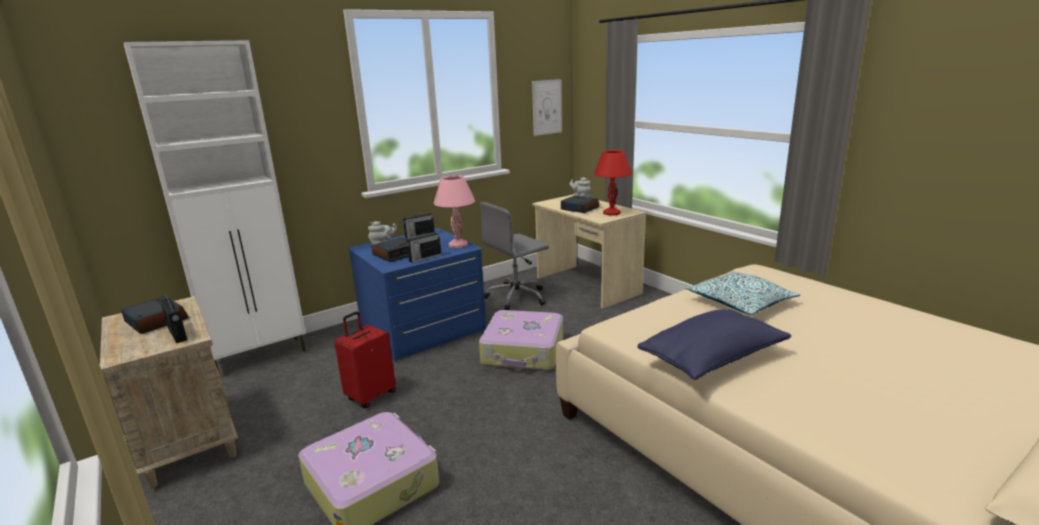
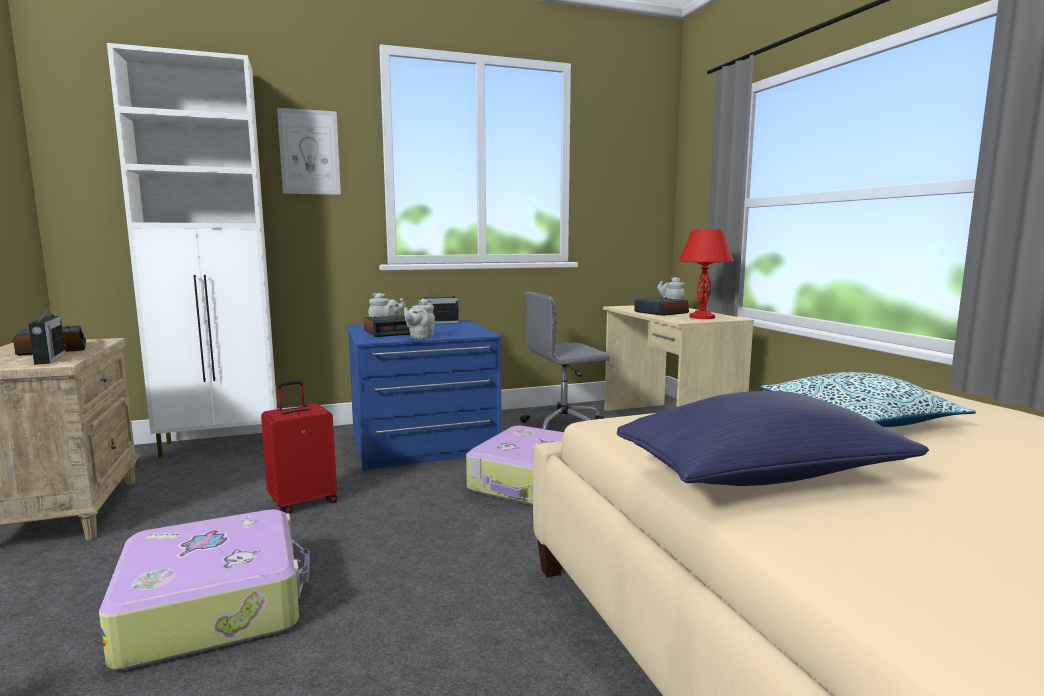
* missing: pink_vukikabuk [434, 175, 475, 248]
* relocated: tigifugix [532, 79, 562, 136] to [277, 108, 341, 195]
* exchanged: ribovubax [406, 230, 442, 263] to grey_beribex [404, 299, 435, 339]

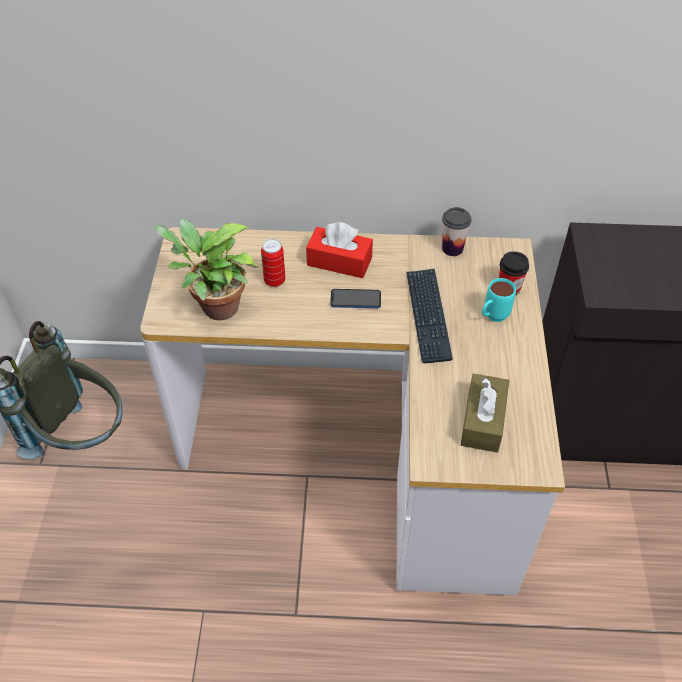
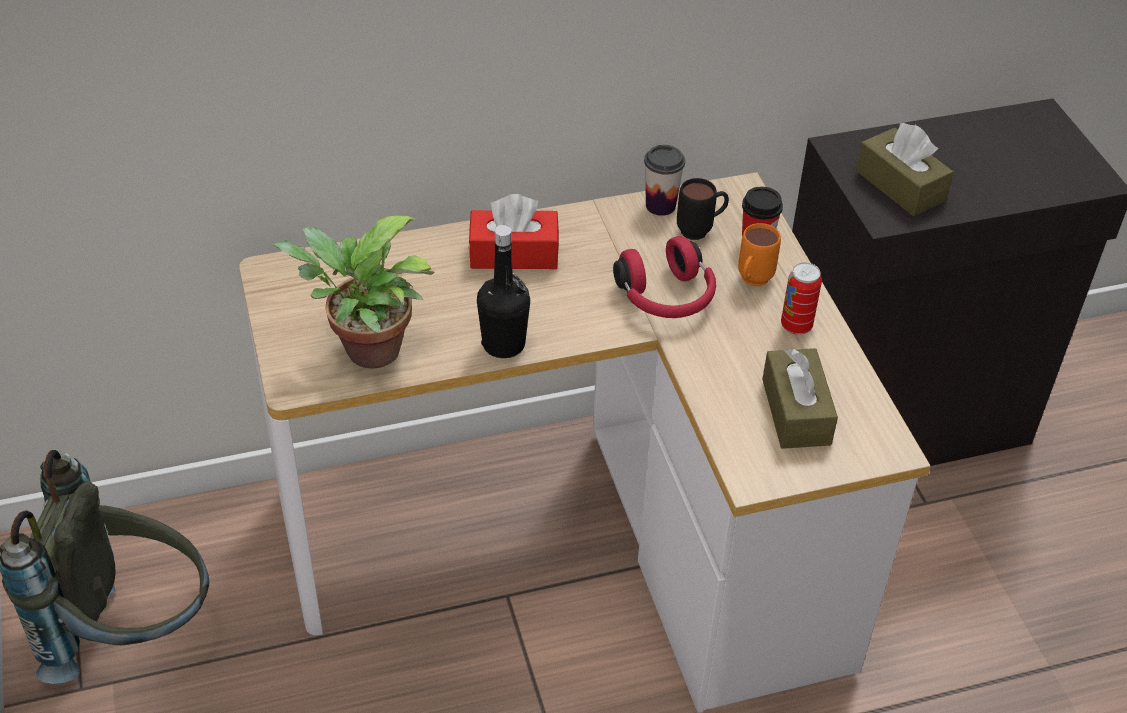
* missing: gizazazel [330, 289, 381, 308]
* appeared: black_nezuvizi [477, 225, 530, 358]
* appeared: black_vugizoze [677, 178, 729, 240]
* appeared: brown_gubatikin [856, 123, 954, 216]
* relocated: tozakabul [261, 239, 285, 287] to [781, 262, 822, 335]
* exchanged: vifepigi [406, 269, 453, 364] to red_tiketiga [613, 236, 716, 318]
* colour: turquoise_vugizoze [482, 278, 516, 322] to orange_vugizoze [738, 223, 781, 286]

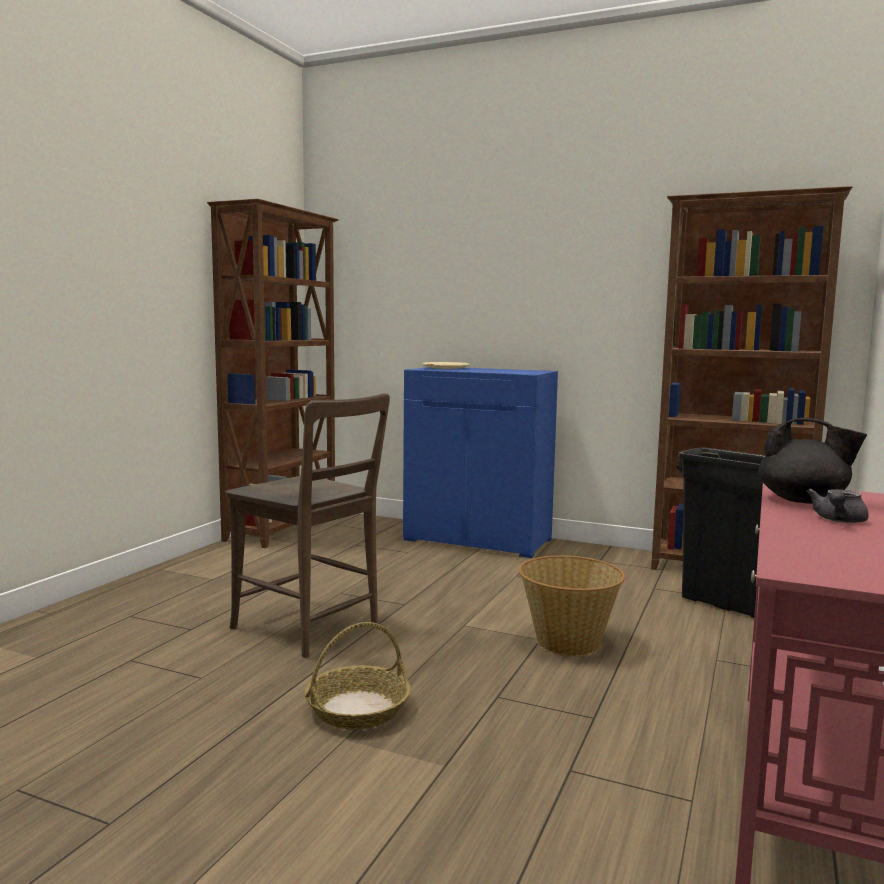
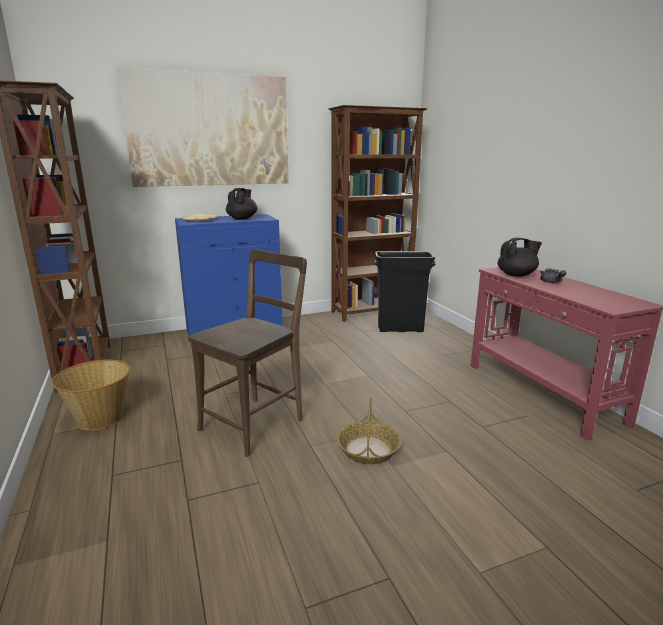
* appeared: tigifugix [117, 67, 289, 187]
* appeared: black_beribex [226, 188, 258, 220]
* relocated: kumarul [518, 556, 625, 656] to [52, 359, 131, 431]
* spun: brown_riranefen [226, 394, 390, 658] = [188, 249, 307, 457] 45 degrees counterclockwise

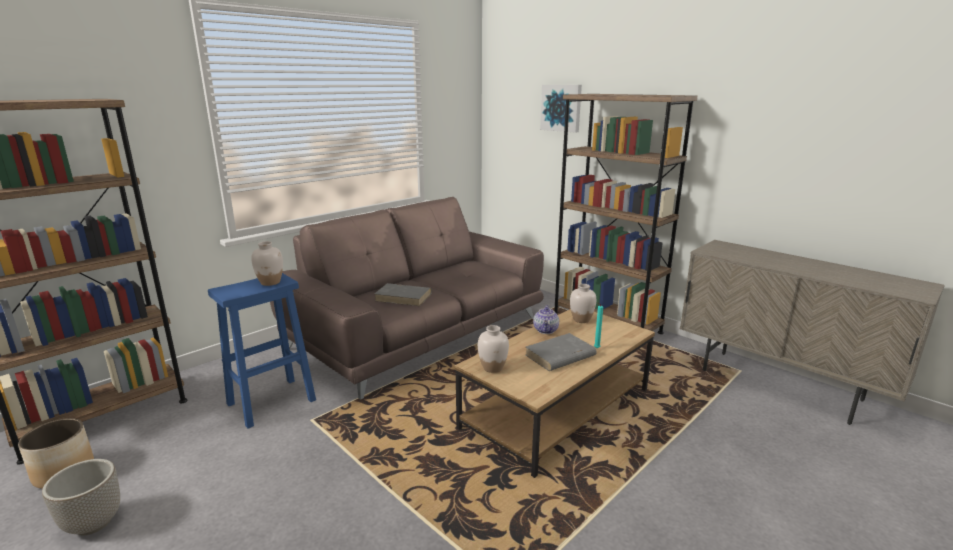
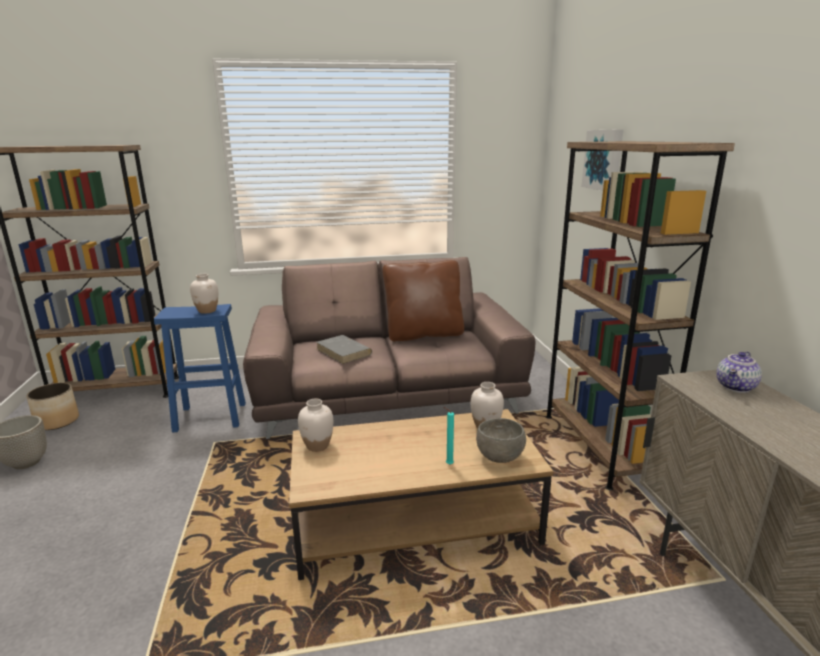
* missing: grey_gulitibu [526, 333, 597, 371]
* appeared: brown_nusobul [383, 260, 464, 341]
* appeared: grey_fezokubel [476, 418, 526, 463]
* relocated: beribex [533, 305, 559, 334] to [716, 352, 762, 393]

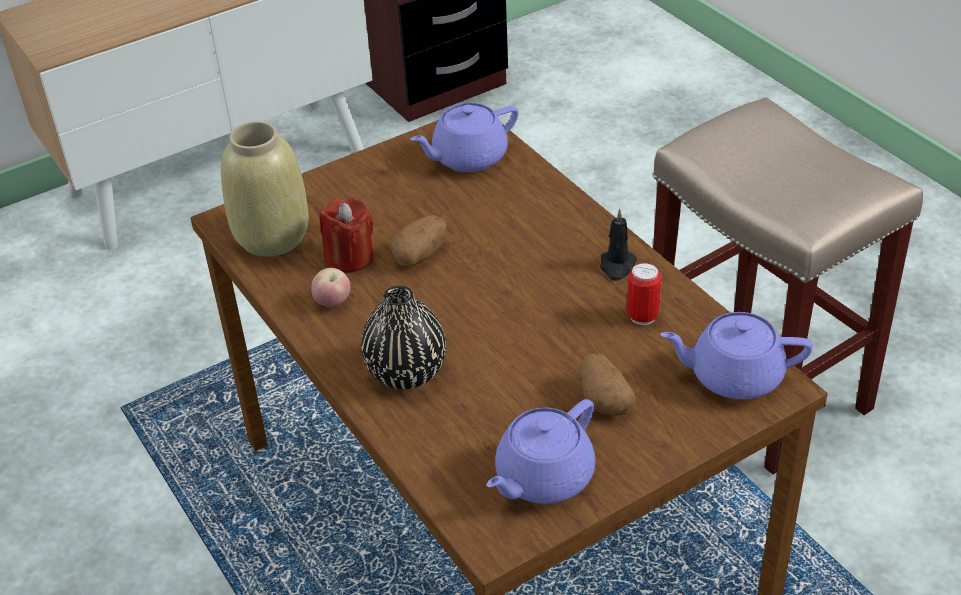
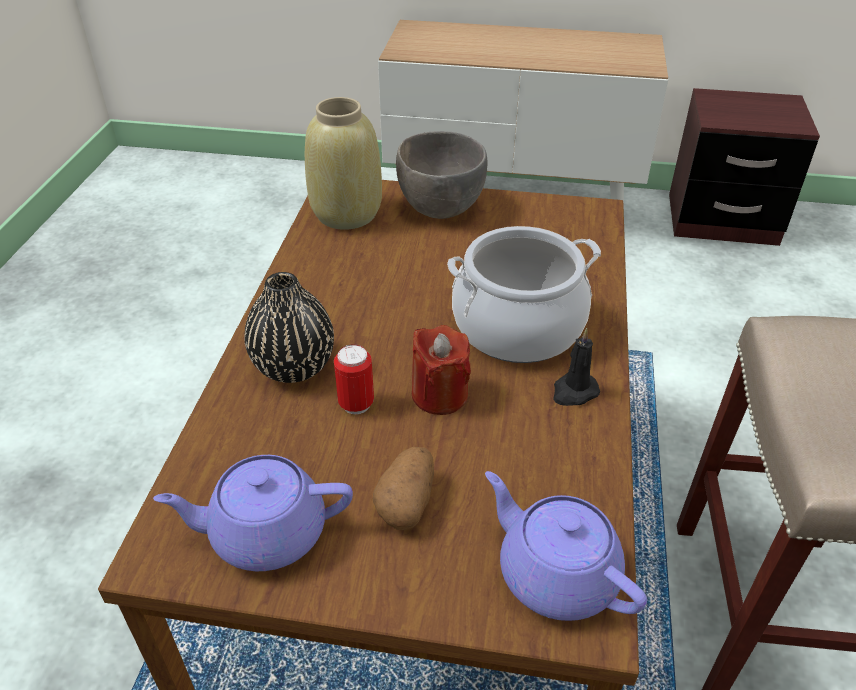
* missing: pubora [311, 268, 350, 307]
* missing: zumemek [391, 215, 447, 266]
* missing: purple_beribex [410, 103, 519, 172]
* appeared: grey_fezokubel [396, 131, 488, 219]
* appeared: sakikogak [447, 226, 601, 363]
* relocated: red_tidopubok [320, 197, 374, 273] to [412, 325, 471, 415]
* relocated: tozakabul [627, 263, 661, 325] to [334, 344, 374, 414]

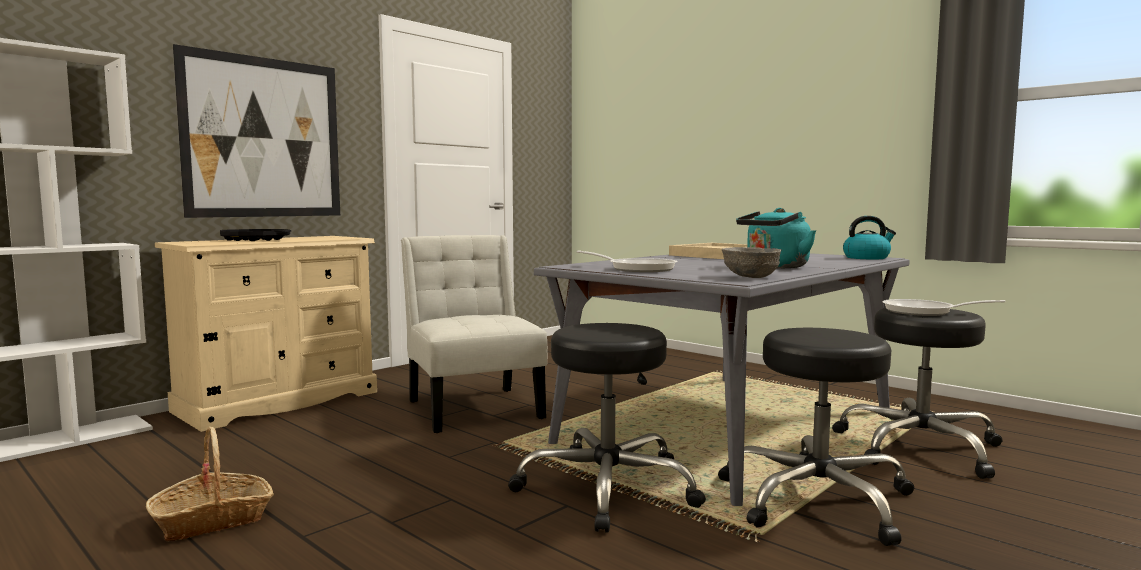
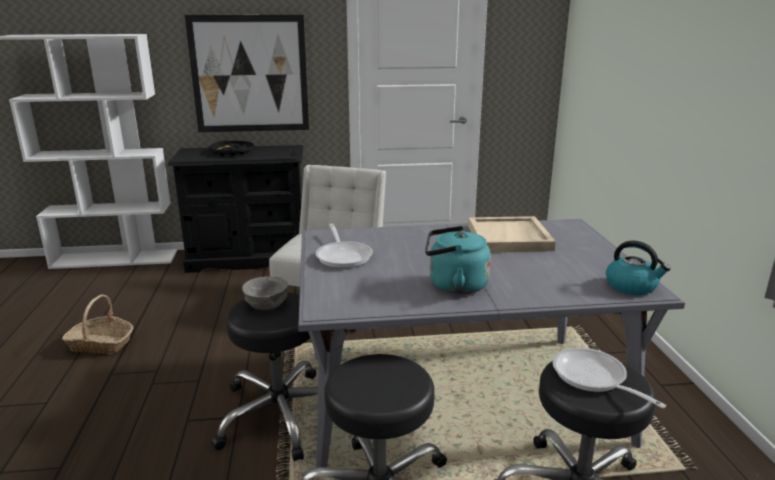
* relocated: grey_fezokubel [722, 247, 781, 278] to [242, 276, 288, 310]
* colour: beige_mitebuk [155, 236, 377, 432] to black_mitebuk [168, 145, 303, 273]

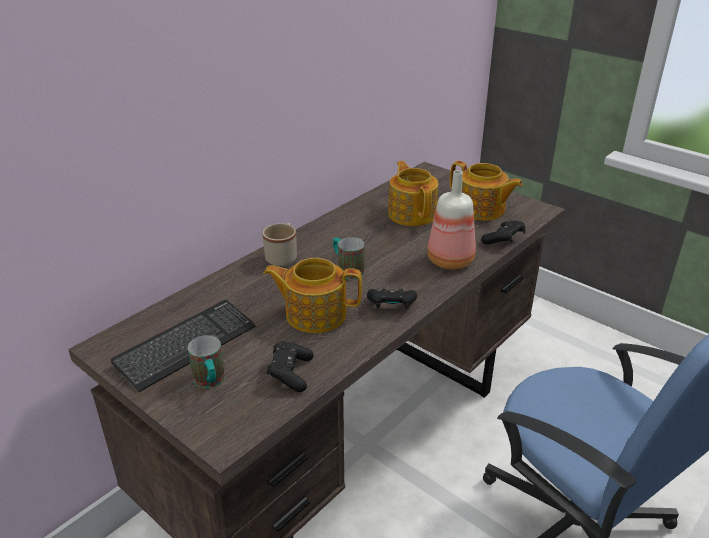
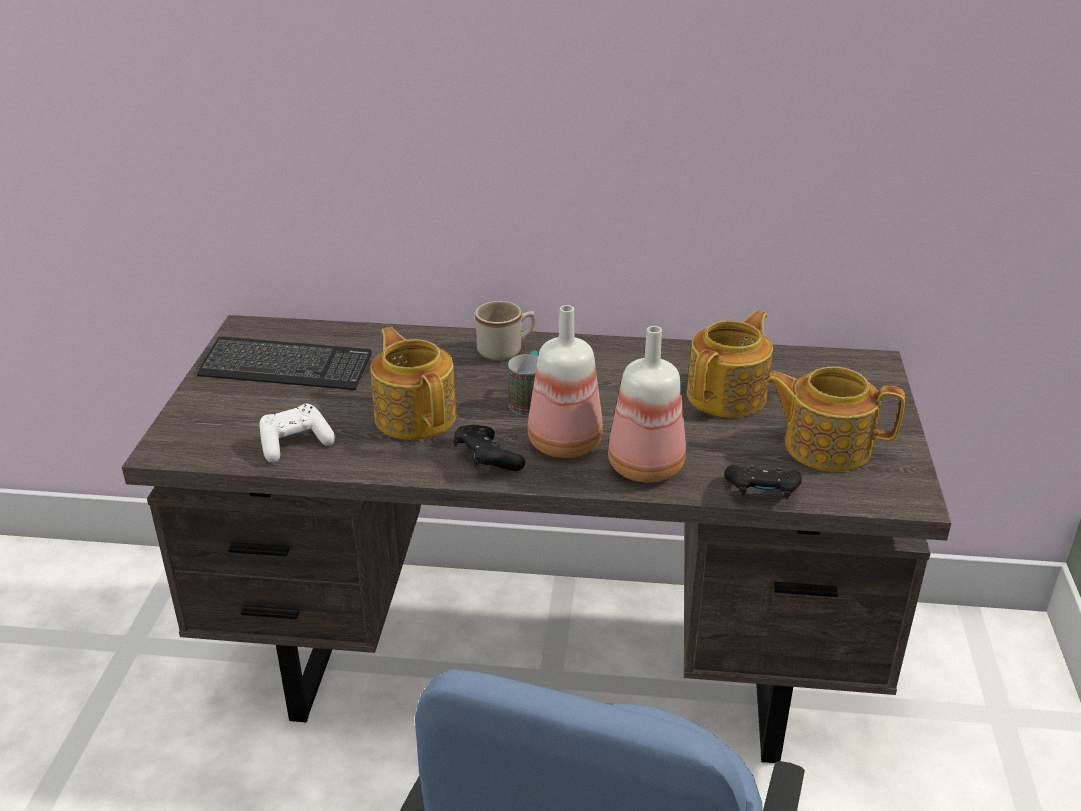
* missing: vugizoze [188, 335, 225, 388]
* appeared: nezuvizi [528, 305, 603, 458]
* colour: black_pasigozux [267, 341, 314, 392] to white_pasigozux [259, 404, 335, 463]
* spun: beribex [450, 161, 523, 221] = [764, 366, 905, 472] 105 degrees clockwise

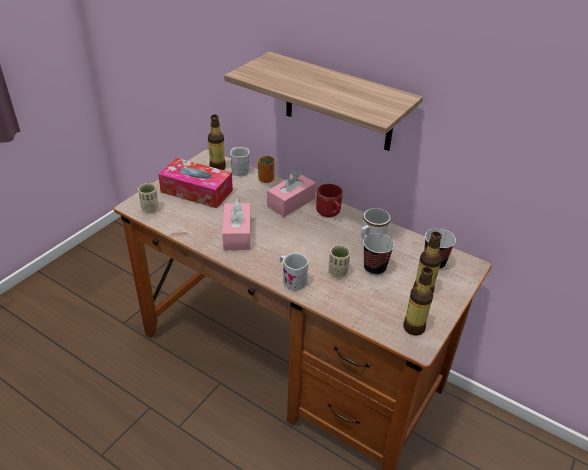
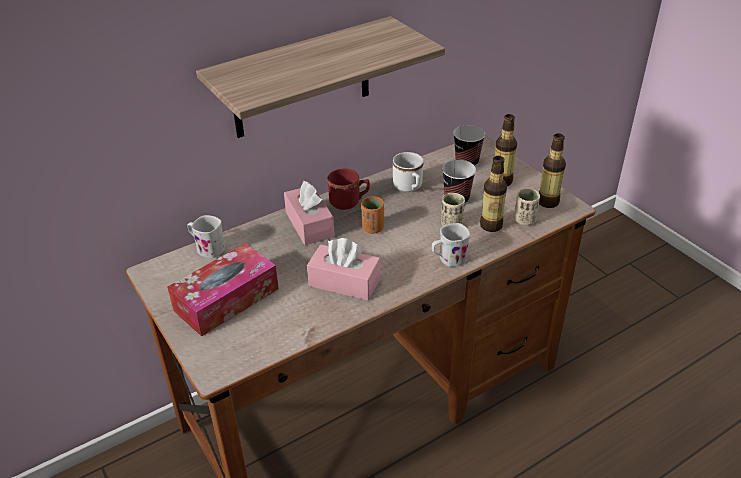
* relocated: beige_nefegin [138, 183, 159, 213] to [514, 189, 540, 225]
* relocated: nezuvizi [208, 115, 226, 170] to [480, 156, 507, 232]
* relocated: orange_nefegin [258, 156, 275, 183] to [361, 196, 384, 234]

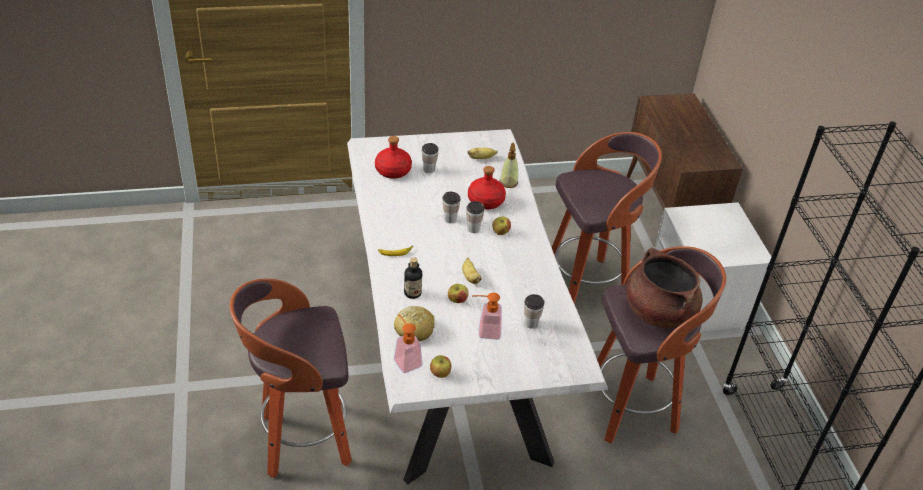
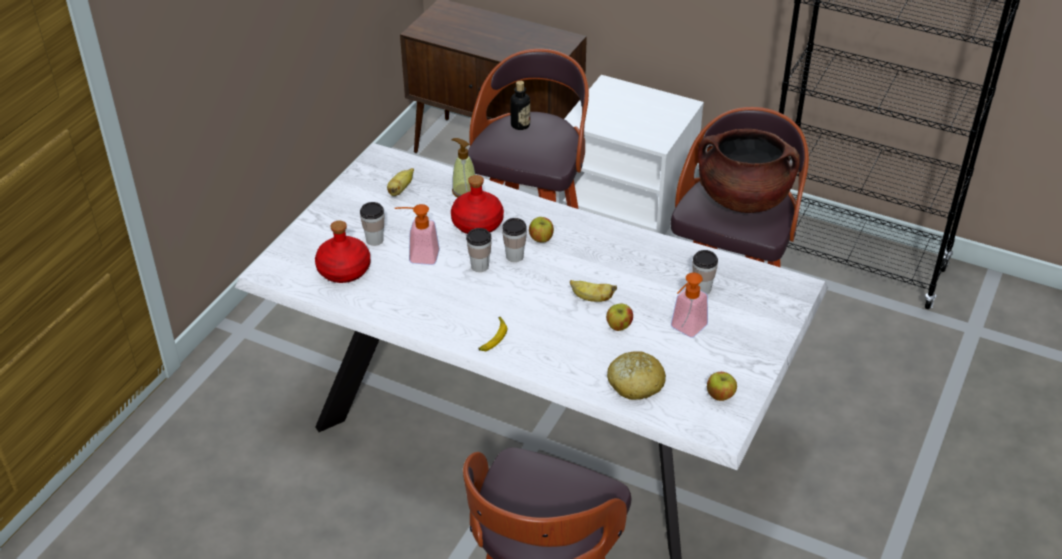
* relocated: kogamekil [394, 314, 423, 373] to [395, 204, 440, 265]
* relocated: nezuvizi [404, 257, 422, 299] to [510, 81, 530, 130]

